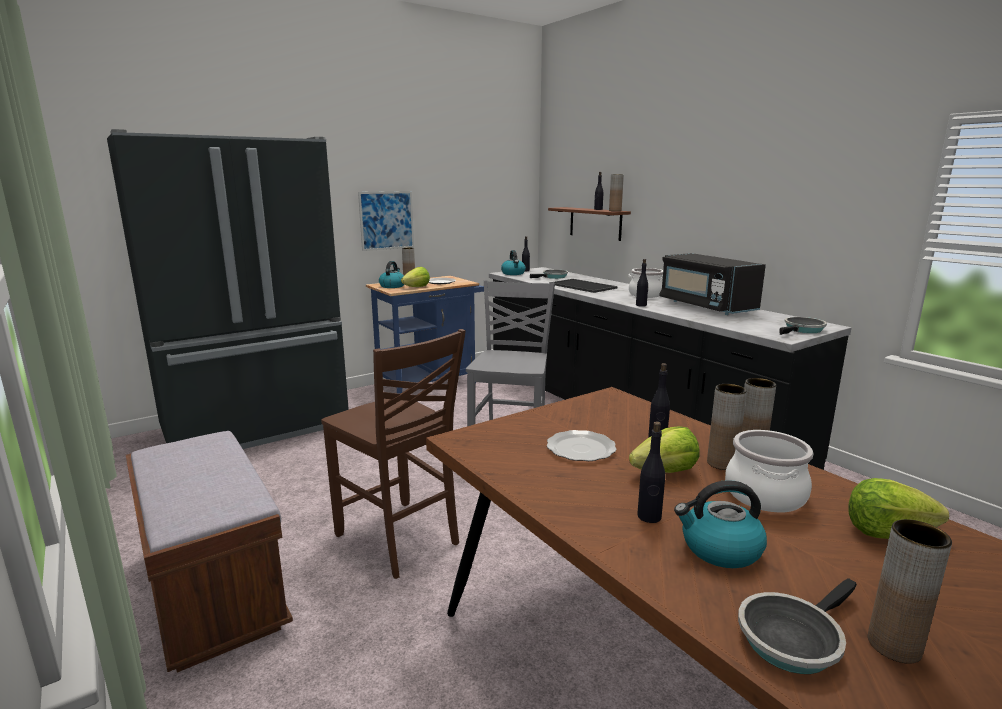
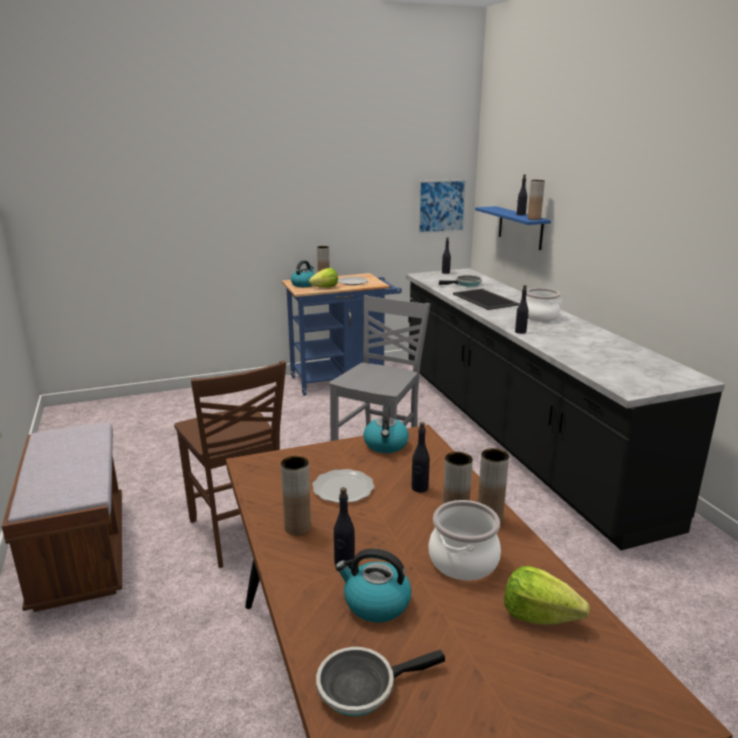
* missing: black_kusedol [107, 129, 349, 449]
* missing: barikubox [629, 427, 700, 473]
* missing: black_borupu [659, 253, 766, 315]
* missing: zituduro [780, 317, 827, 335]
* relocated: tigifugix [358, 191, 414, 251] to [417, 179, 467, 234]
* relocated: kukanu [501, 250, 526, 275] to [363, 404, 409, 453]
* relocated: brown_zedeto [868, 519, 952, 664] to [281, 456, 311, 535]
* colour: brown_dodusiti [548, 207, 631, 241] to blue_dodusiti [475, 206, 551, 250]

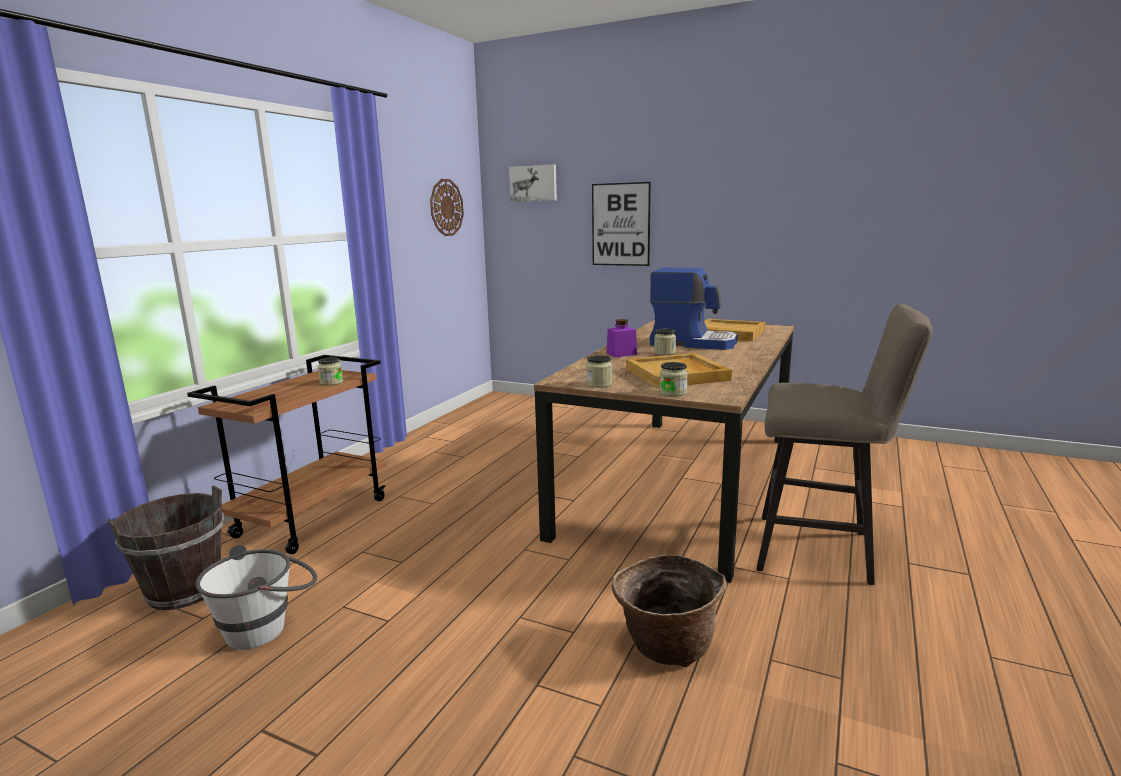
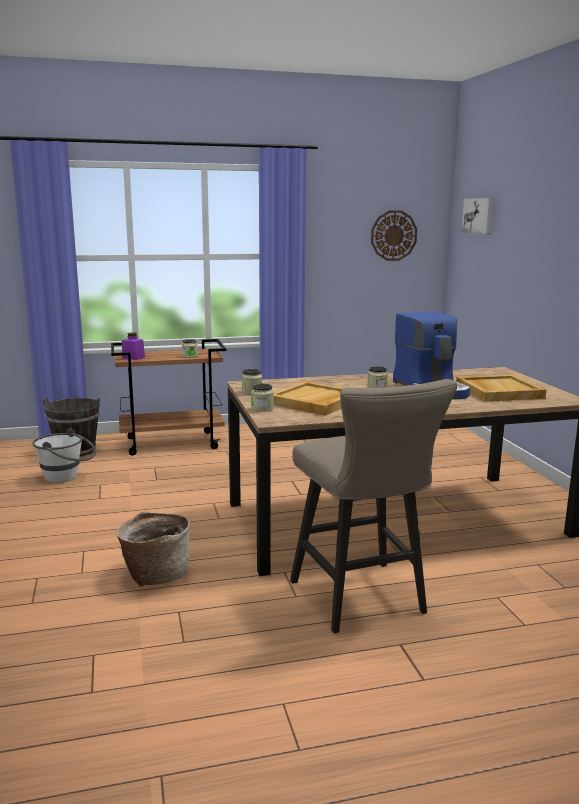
* missing: tigifugix [592, 182, 651, 266]
* relocated: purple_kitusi [607, 319, 637, 357] to [122, 333, 145, 360]

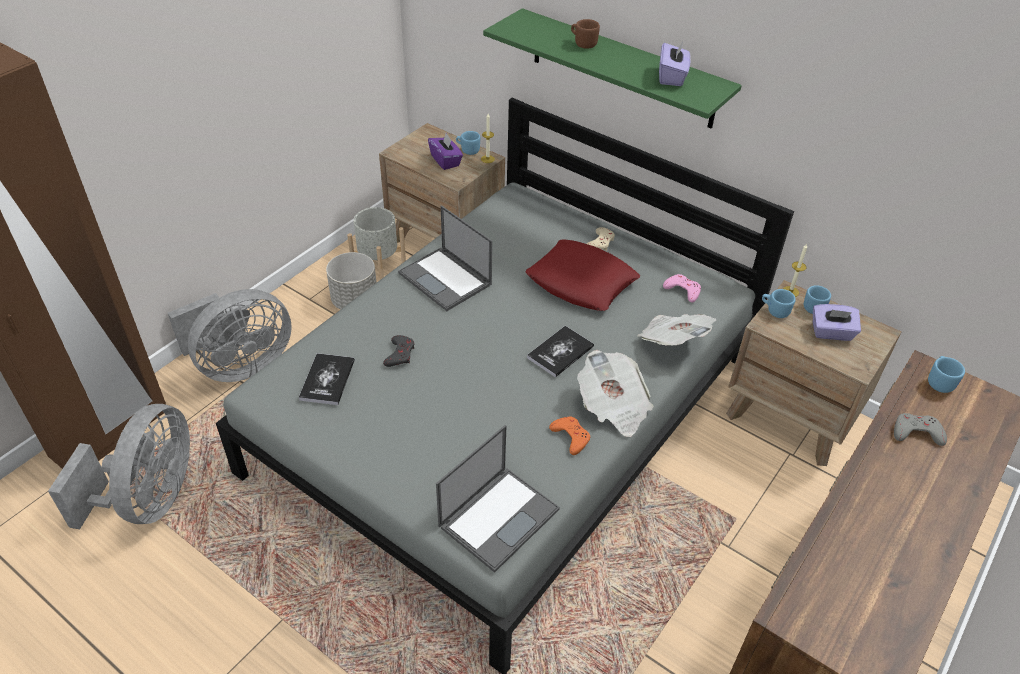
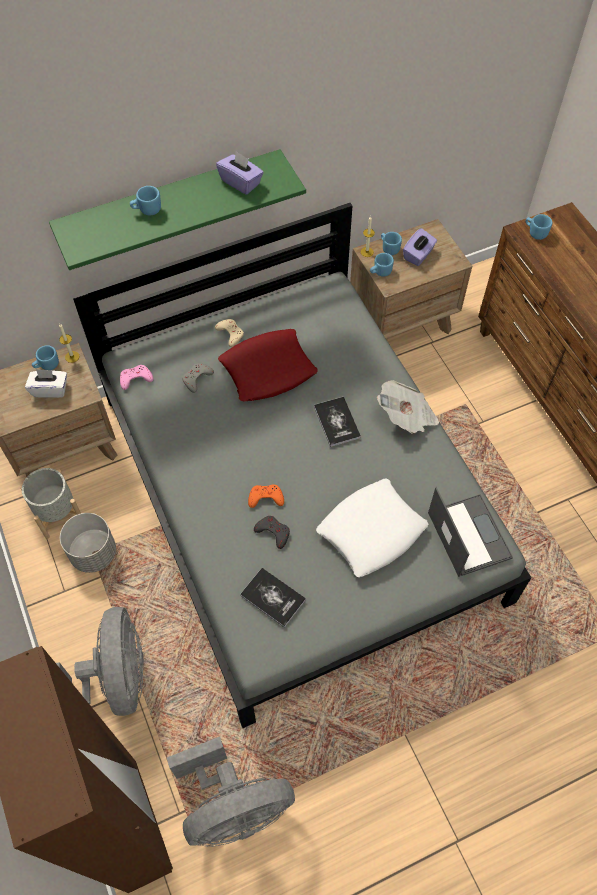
* missing: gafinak [398, 205, 492, 311]
* missing: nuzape [638, 314, 716, 345]
* appeared: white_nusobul [316, 478, 428, 577]
* relocated: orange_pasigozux [549, 417, 590, 455] to [248, 484, 284, 508]
* relocated: pink_pasigozux [663, 274, 701, 302] to [120, 365, 153, 390]
* relocated: grey_pasigozux [894, 413, 947, 446] to [182, 363, 214, 393]
* colour: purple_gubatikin [428, 133, 463, 170] to white_gubatikin [25, 369, 67, 398]
* colour: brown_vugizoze [571, 19, 600, 49] to blue_vugizoze [130, 186, 161, 215]
* spun: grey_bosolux [48, 404, 190, 529] = [167, 737, 295, 847] 120 degrees clockwise

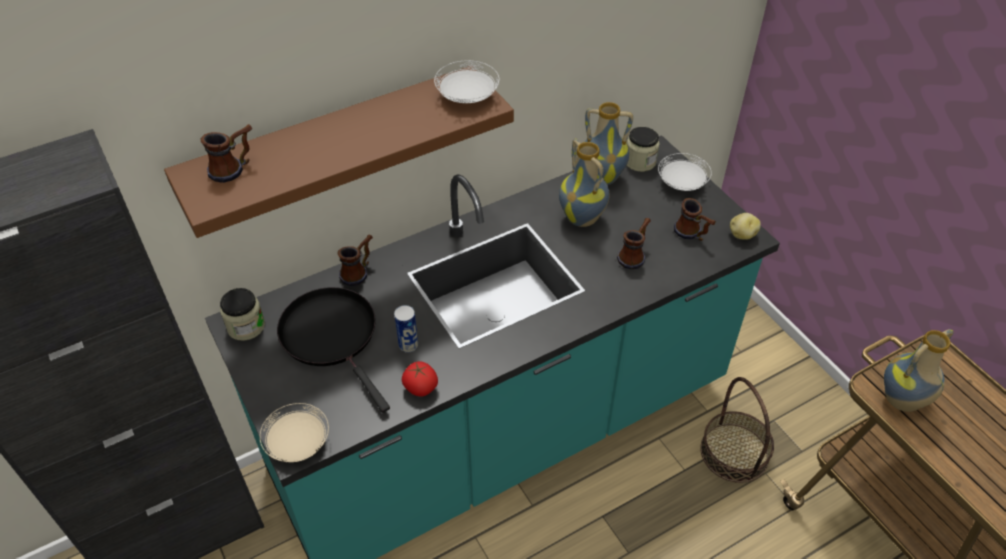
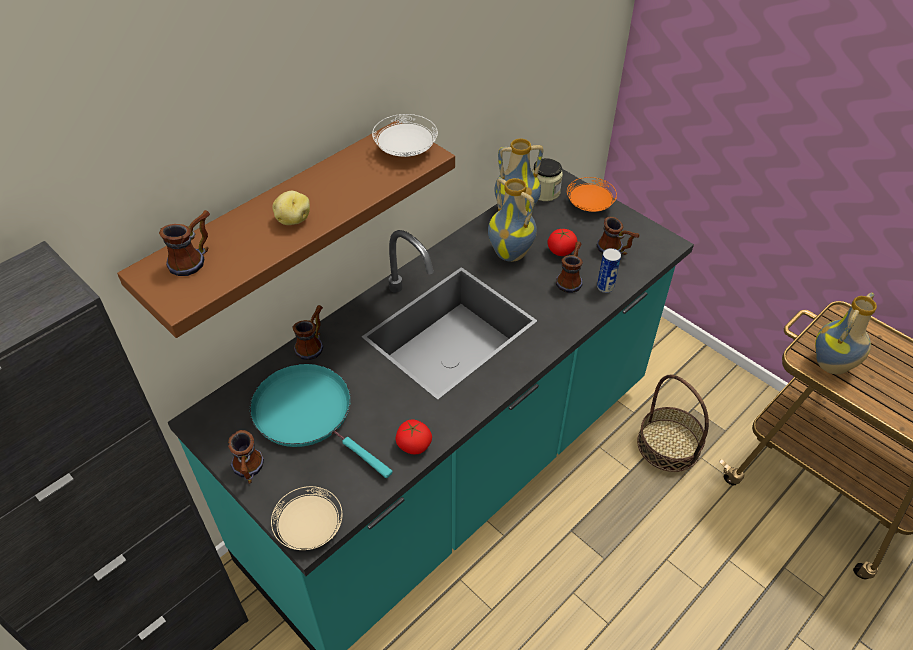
* missing: kitusi [220, 288, 265, 341]
* appeared: vugizoze [228, 430, 264, 484]
* appeared: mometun [547, 229, 577, 256]
* relocated: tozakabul [394, 305, 418, 353] to [597, 248, 621, 293]
* relocated: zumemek [730, 213, 761, 240] to [273, 191, 310, 225]
* colour: black_zituduro [277, 287, 390, 413] to turquoise_zituduro [250, 363, 393, 478]
* colour: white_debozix [658, 153, 712, 191] to orange_debozix [567, 177, 617, 212]

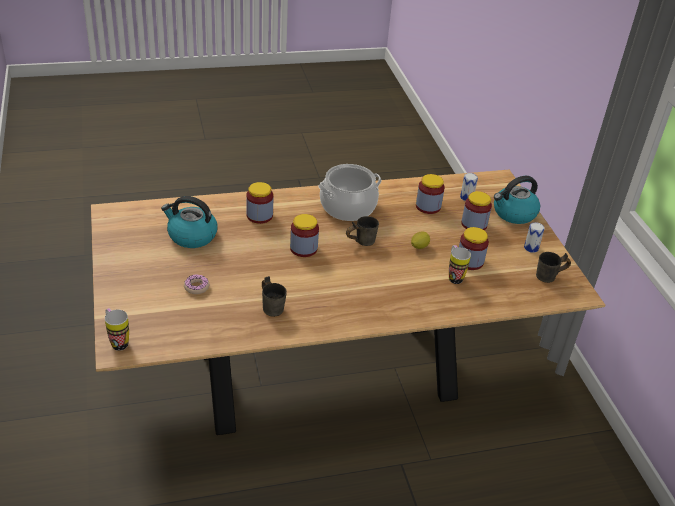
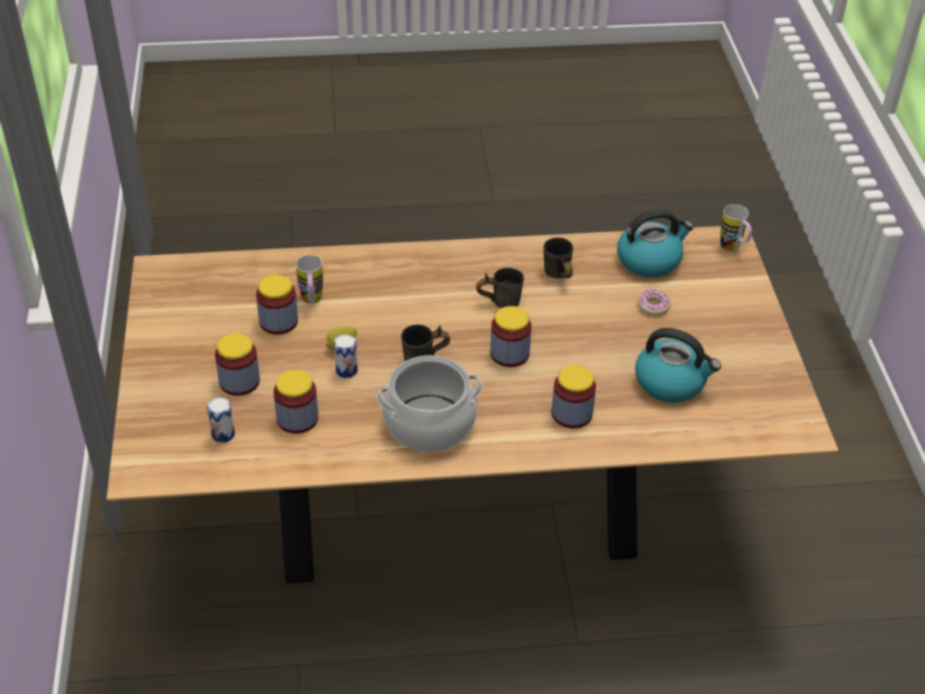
* relocated: kukanu [494, 176, 540, 224] to [617, 209, 693, 278]
* relocated: tozakabul [524, 222, 545, 253] to [334, 334, 358, 378]
* relocated: grey_vugizoze [536, 252, 571, 283] to [476, 268, 524, 308]

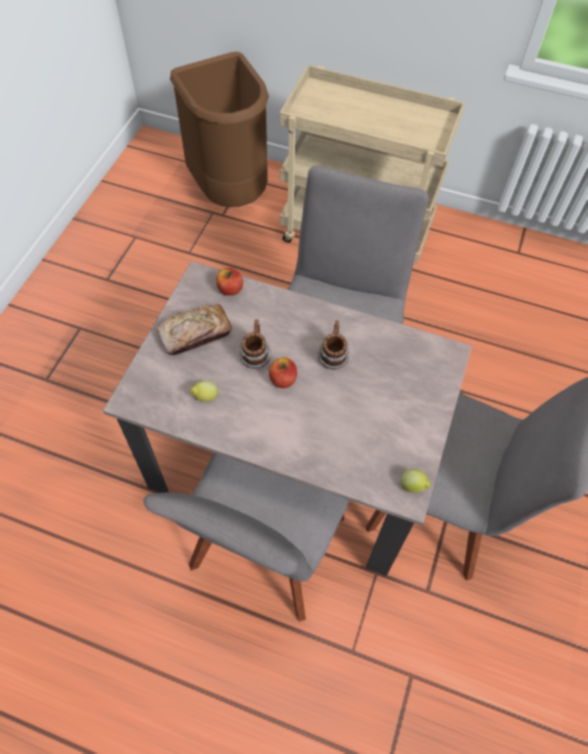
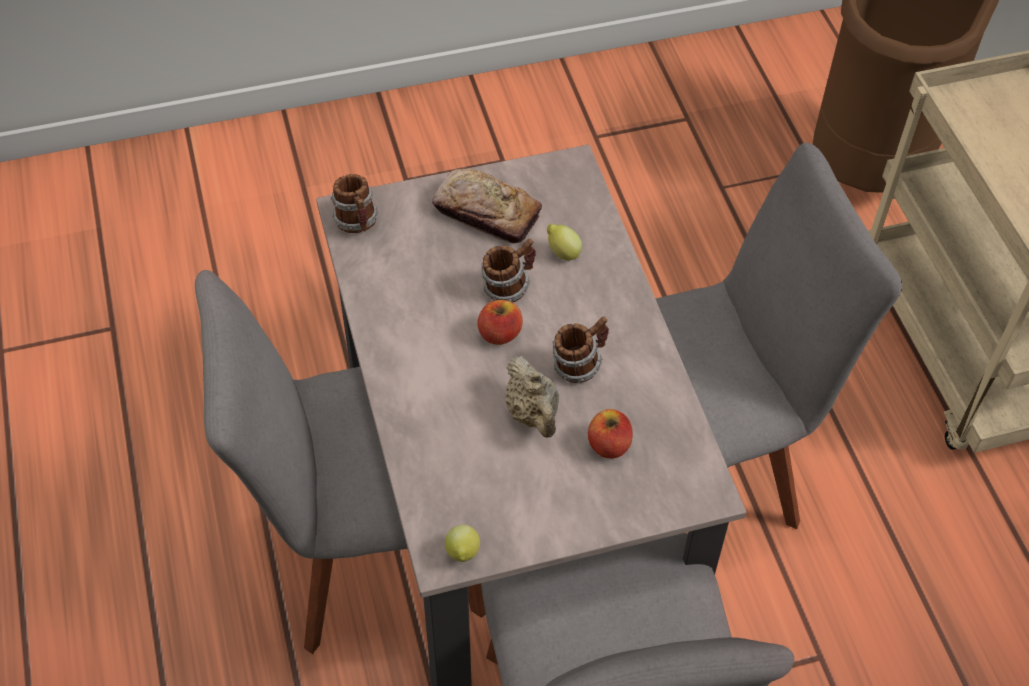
* appeared: vugizoze [331, 174, 378, 233]
* appeared: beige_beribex [505, 356, 559, 438]
* relocated: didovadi [190, 381, 218, 402] to [547, 224, 582, 260]
* relocated: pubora [216, 268, 243, 296] to [588, 409, 633, 458]

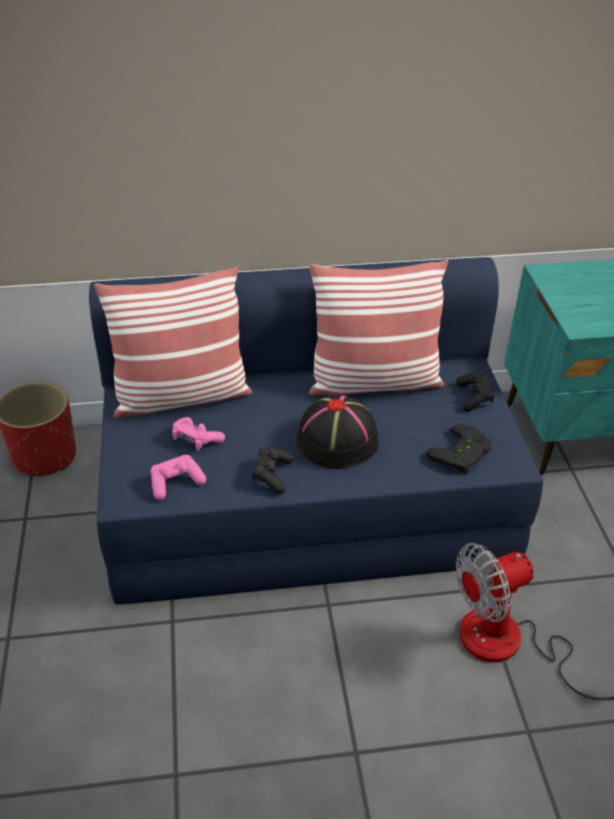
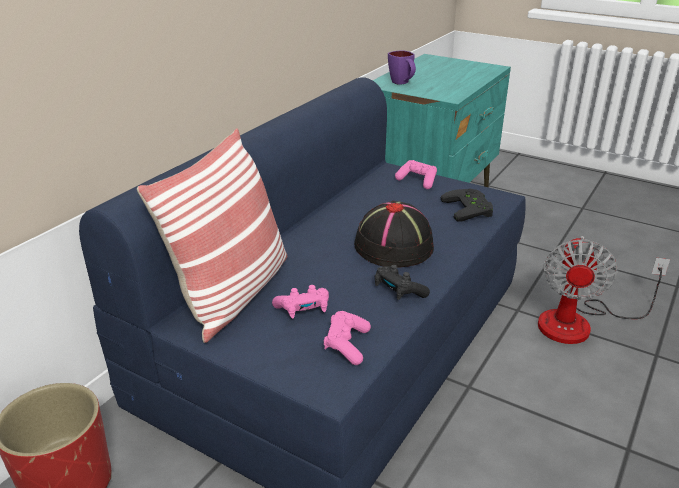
* missing: nusobul [309, 260, 448, 395]
* appeared: purple_vugizoze [388, 50, 416, 85]
* colour: black_pasigozux [456, 371, 494, 412] to pink_pasigozux [395, 160, 437, 189]

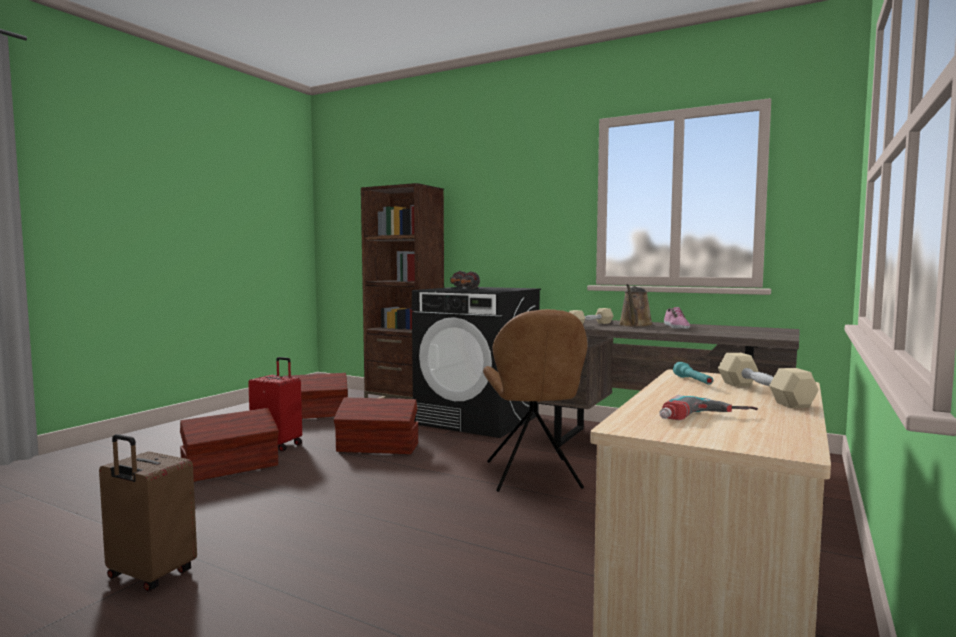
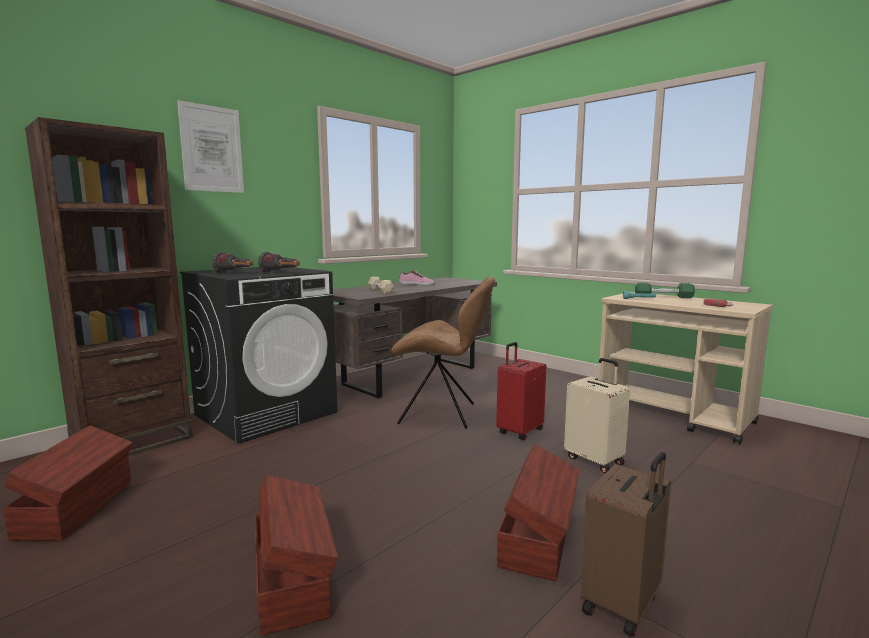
* missing: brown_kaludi [619, 284, 653, 327]
* appeared: tigifugix [177, 100, 244, 193]
* appeared: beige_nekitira [564, 358, 630, 473]
* relocated: red_nekitira [248, 357, 302, 451] to [496, 342, 546, 440]
* relocated: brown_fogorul [334, 398, 418, 454] to [497, 444, 580, 581]
* colour: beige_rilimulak [718, 353, 819, 408] to green_rilimulak [635, 282, 695, 298]

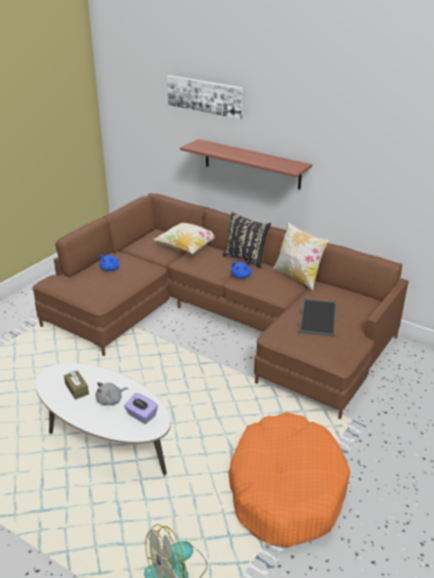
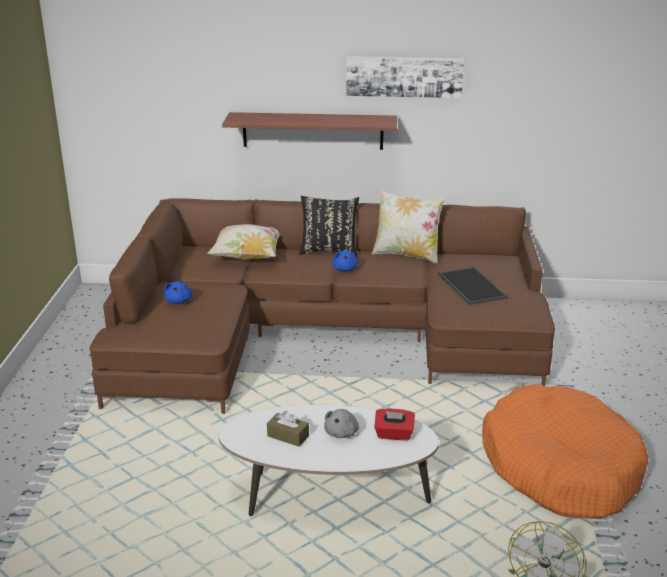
* relocated: tigifugix [167, 75, 243, 119] to [346, 56, 464, 98]
* colour: purple_gubatikin [124, 393, 158, 424] to red_gubatikin [374, 409, 415, 441]

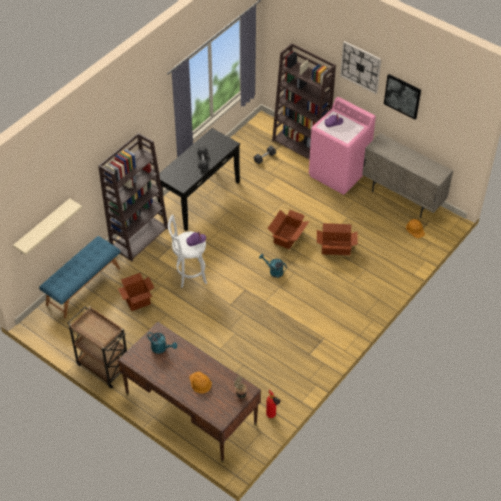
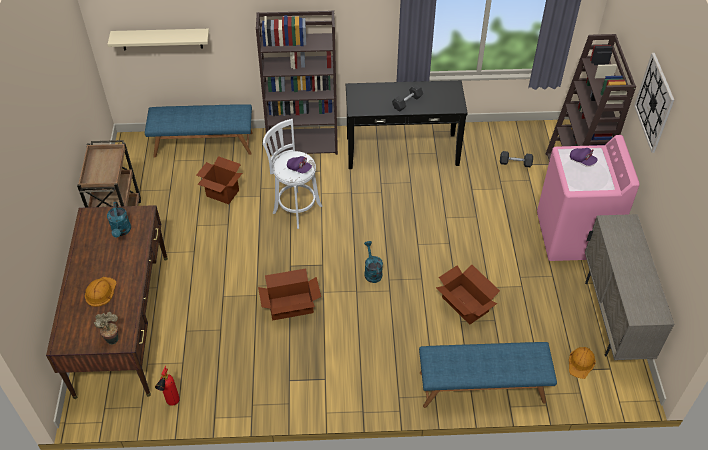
* missing: tigifugix [384, 74, 421, 119]
* appeared: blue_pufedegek [419, 342, 557, 408]
* relocated: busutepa [267, 210, 309, 249] to [258, 268, 321, 320]

